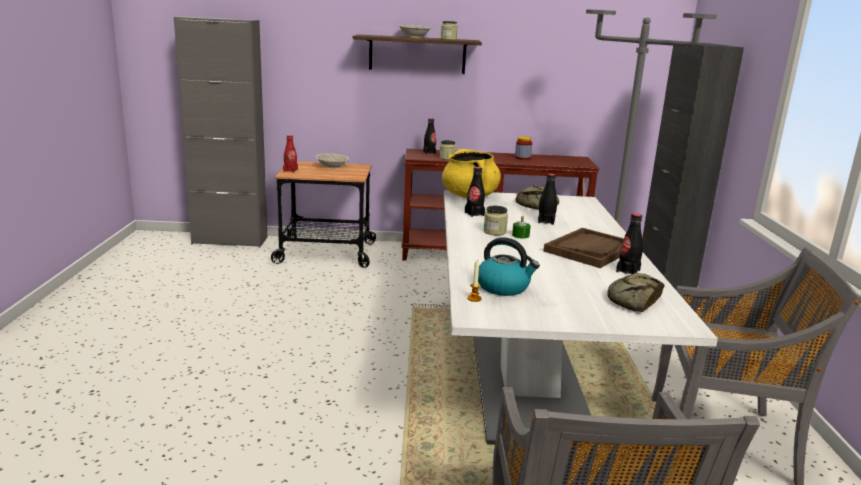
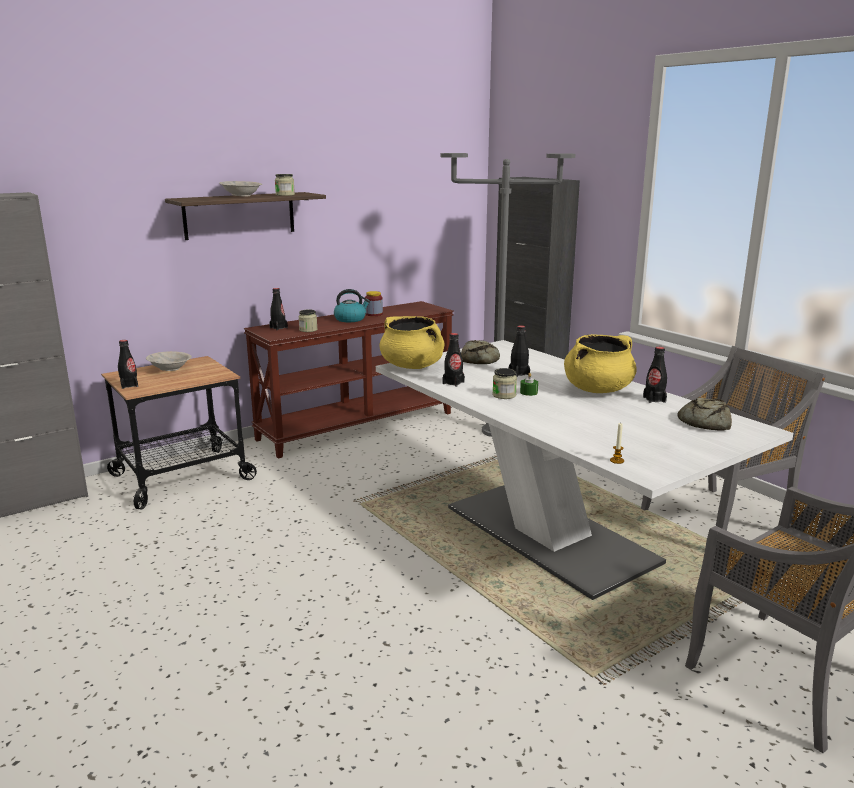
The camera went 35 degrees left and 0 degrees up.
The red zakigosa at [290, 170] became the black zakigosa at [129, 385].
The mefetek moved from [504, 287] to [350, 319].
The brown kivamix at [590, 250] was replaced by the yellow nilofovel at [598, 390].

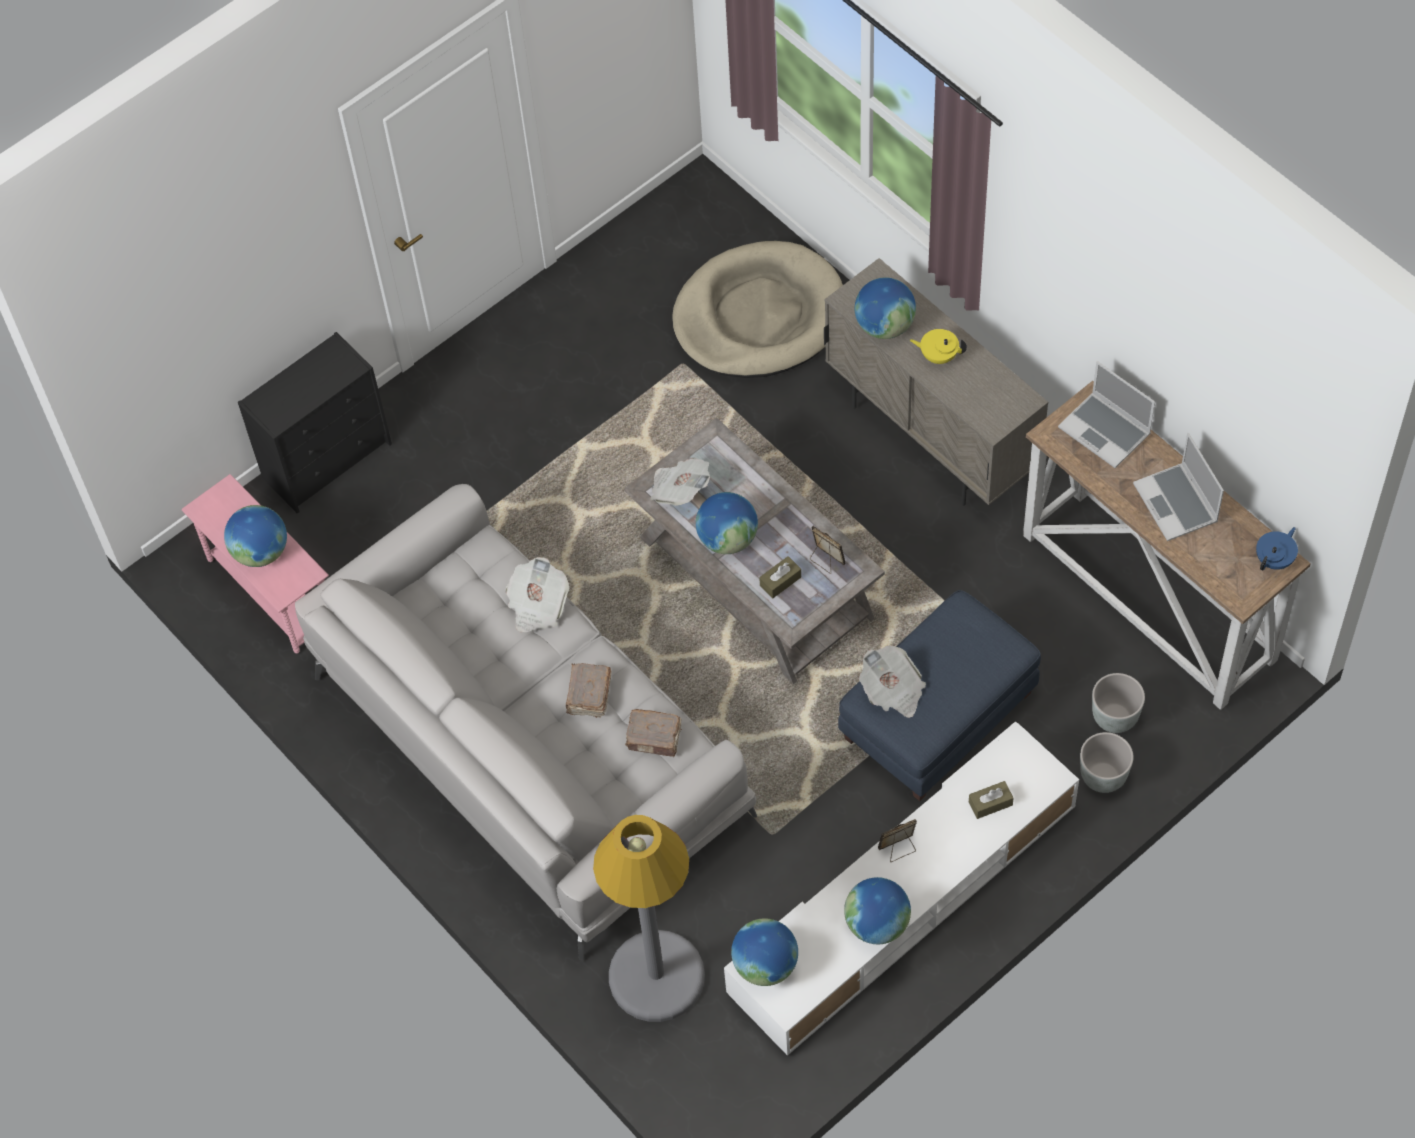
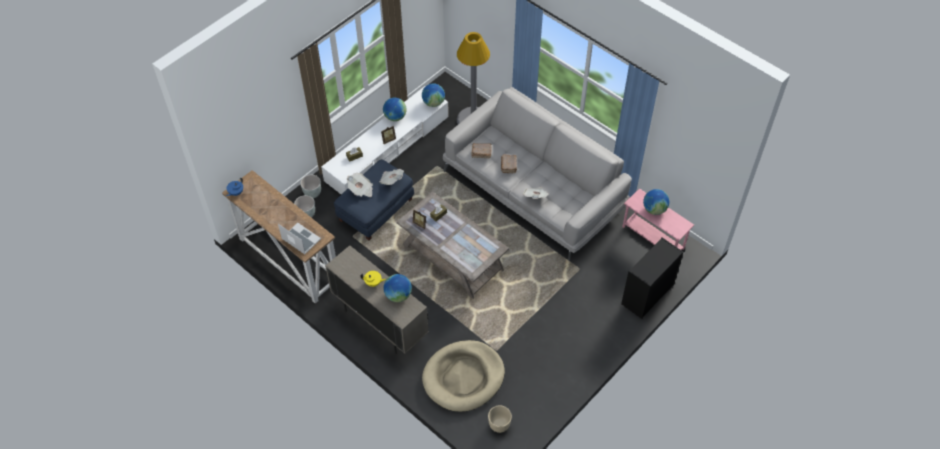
The camera went 170 degrees right and 5 degrees down.
The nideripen moved from [680, 490] to [361, 190].
The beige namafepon at [499, 425] appeared.
The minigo at [727, 538] disappeared.
The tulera at [1177, 504] disappeared.

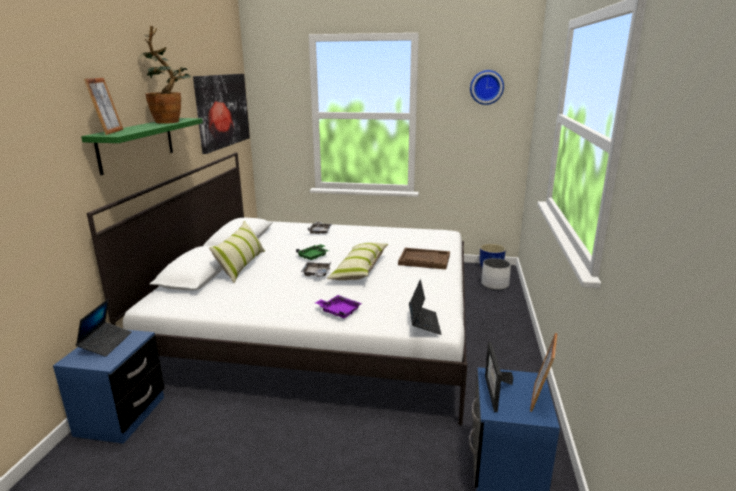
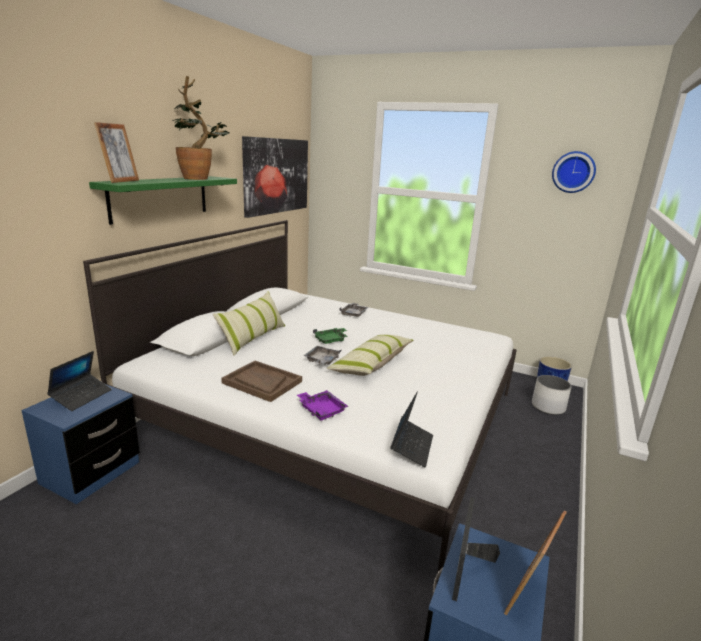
The camera went 15 degrees right and 0 degrees up.
The brown kivamix moved from [424, 260] to [262, 382].

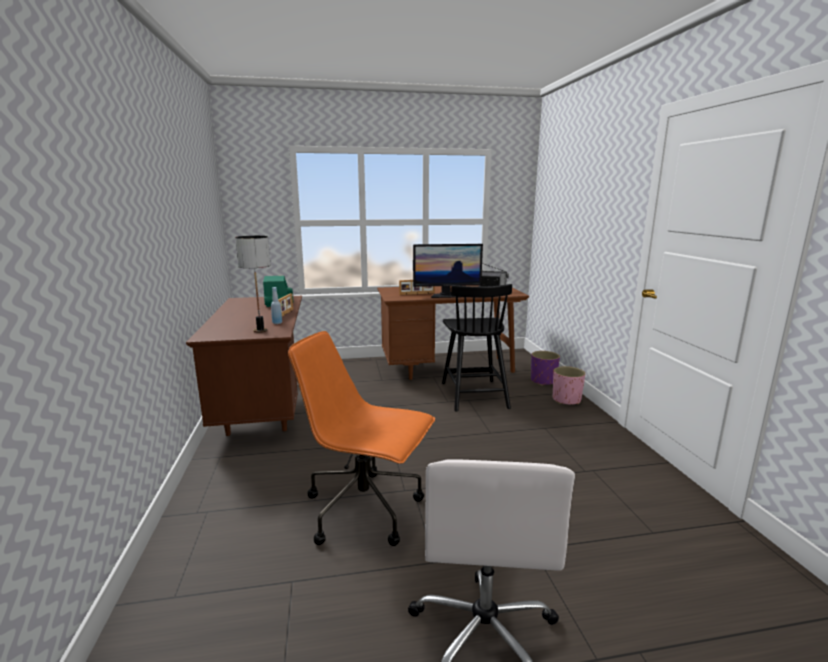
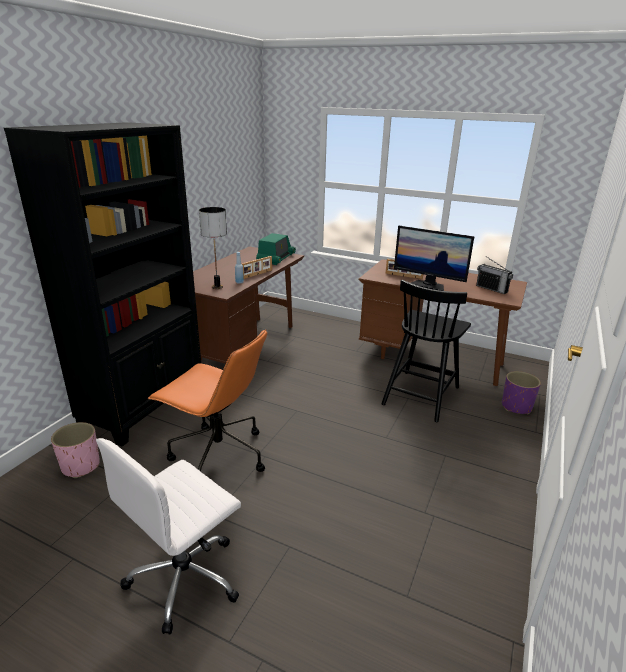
The camera went 35 degrees right and 10 degrees up.
The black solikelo at [145, 406] appeared.
The pink namafepon moved from [566, 400] to [81, 466].
The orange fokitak at [366, 509] turned 150 degrees clockwise.

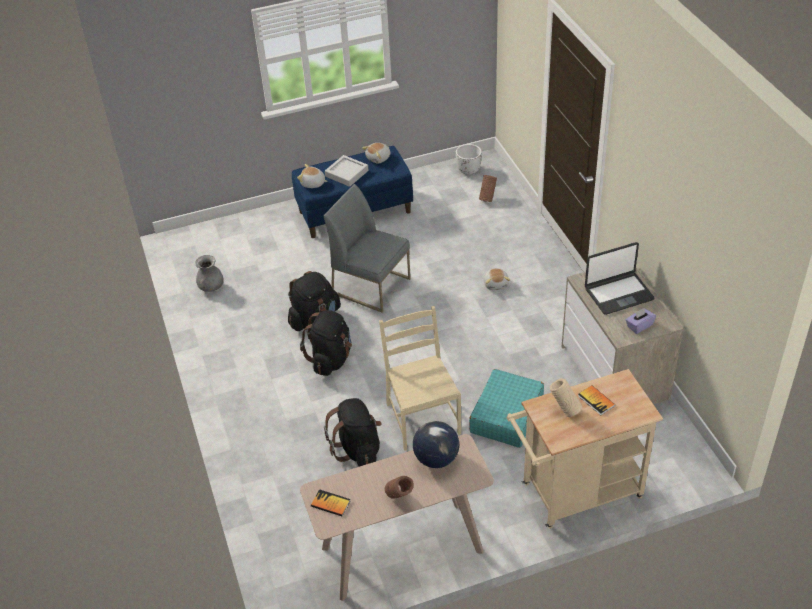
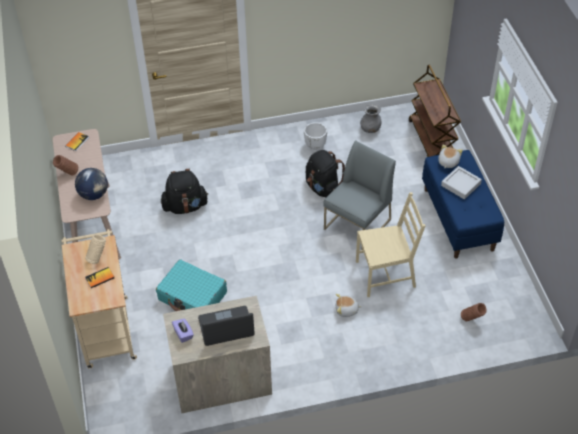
The camera went 95 degrees right and 5 degrees up.
The tulera at [618, 293] turned 90 degrees clockwise.
The white namafepon moved from [468, 171] to [315, 145].
The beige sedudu moved from [421, 418] to [386, 274].
The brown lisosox at [432, 140] appeared.
The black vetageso at [331, 359] disappeared.
The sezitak at [379, 158] disappeared.

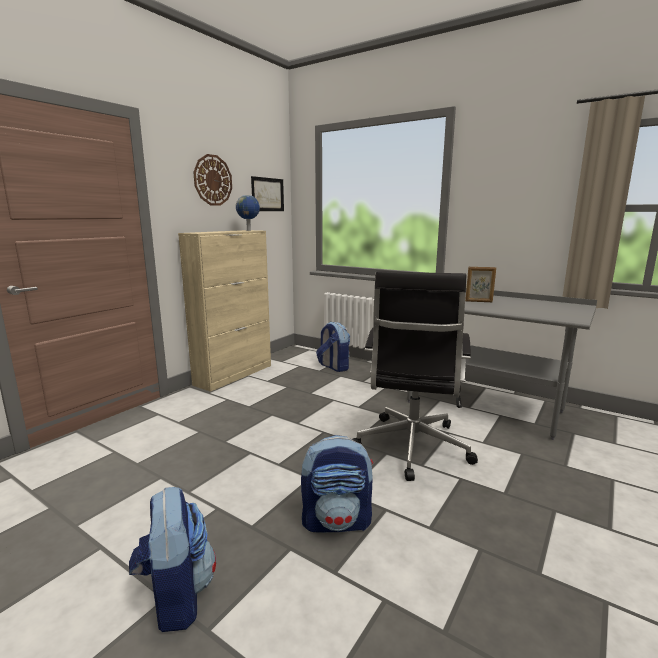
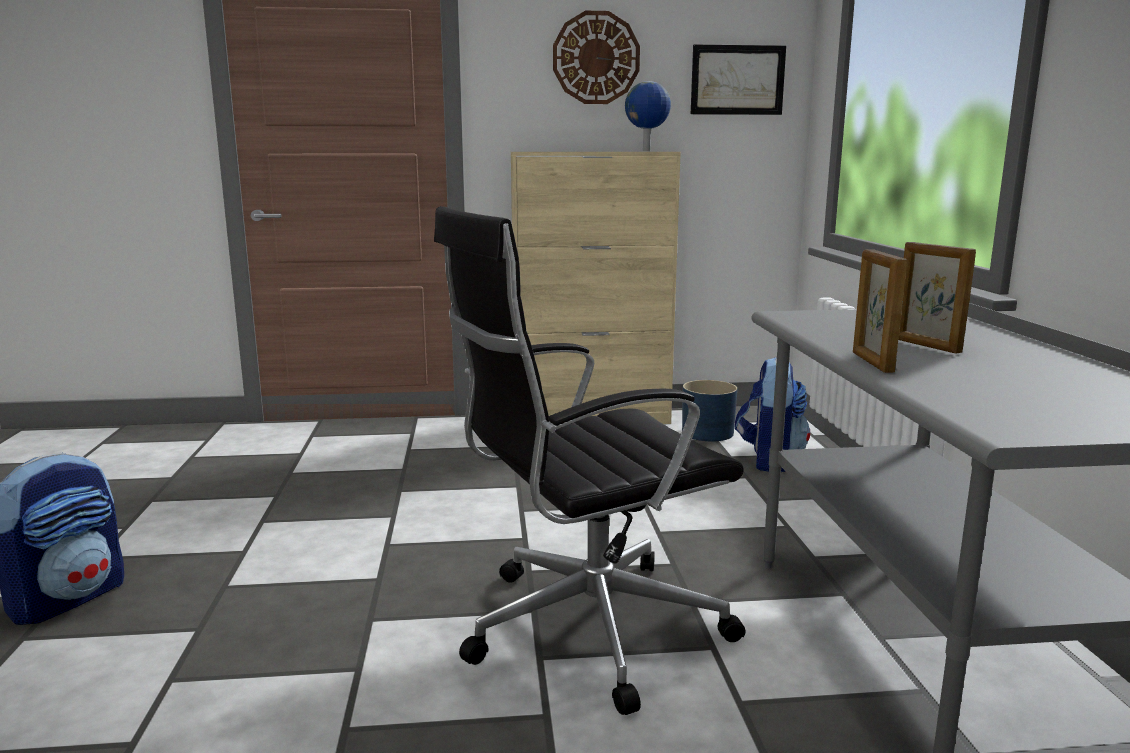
The camera went 50 degrees right and 0 degrees up.
The blue namafepon at [707, 433] appeared.
The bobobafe at [872, 363] appeared.
The vetageso at [337, 521] disappeared.

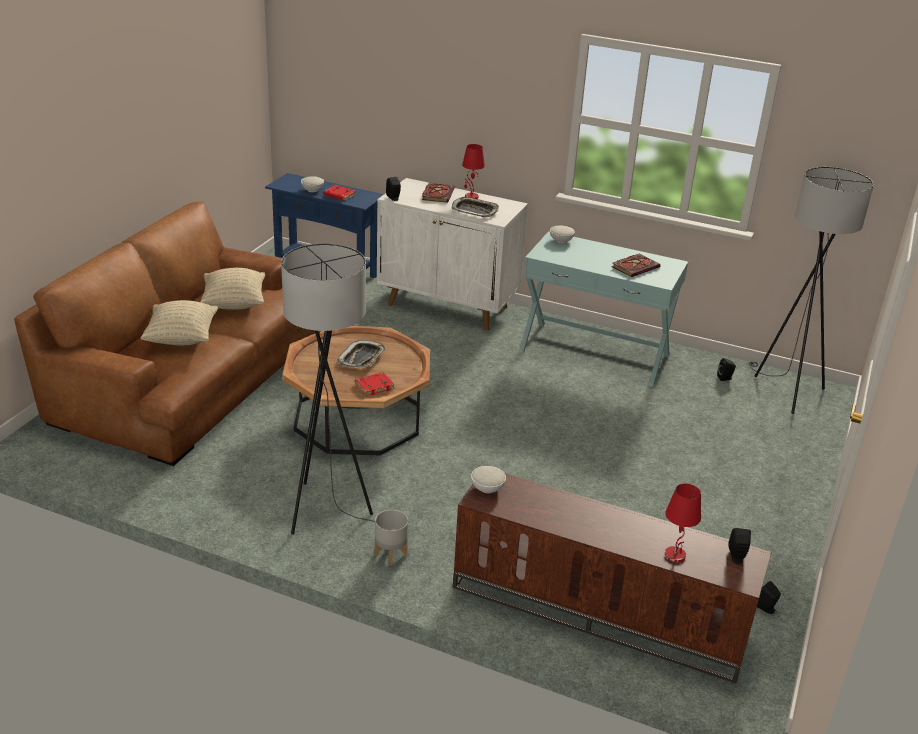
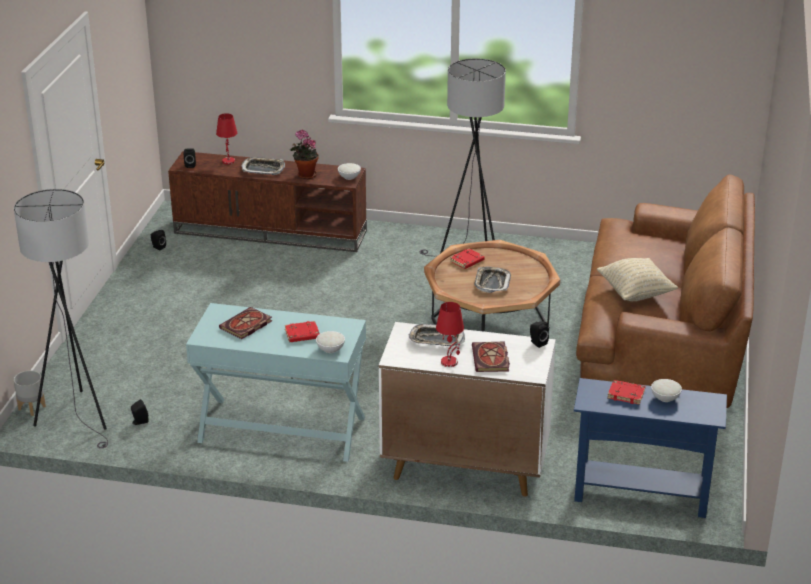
The camera went 170 degrees right and 0 degrees up.
The grey namafepon moved from [391, 554] to [31, 408].
The kivamix at [263, 169] appeared.
The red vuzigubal at [302, 335] appeared.
The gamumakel at [305, 175] appeared.
The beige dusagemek at [182, 339] disappeared.

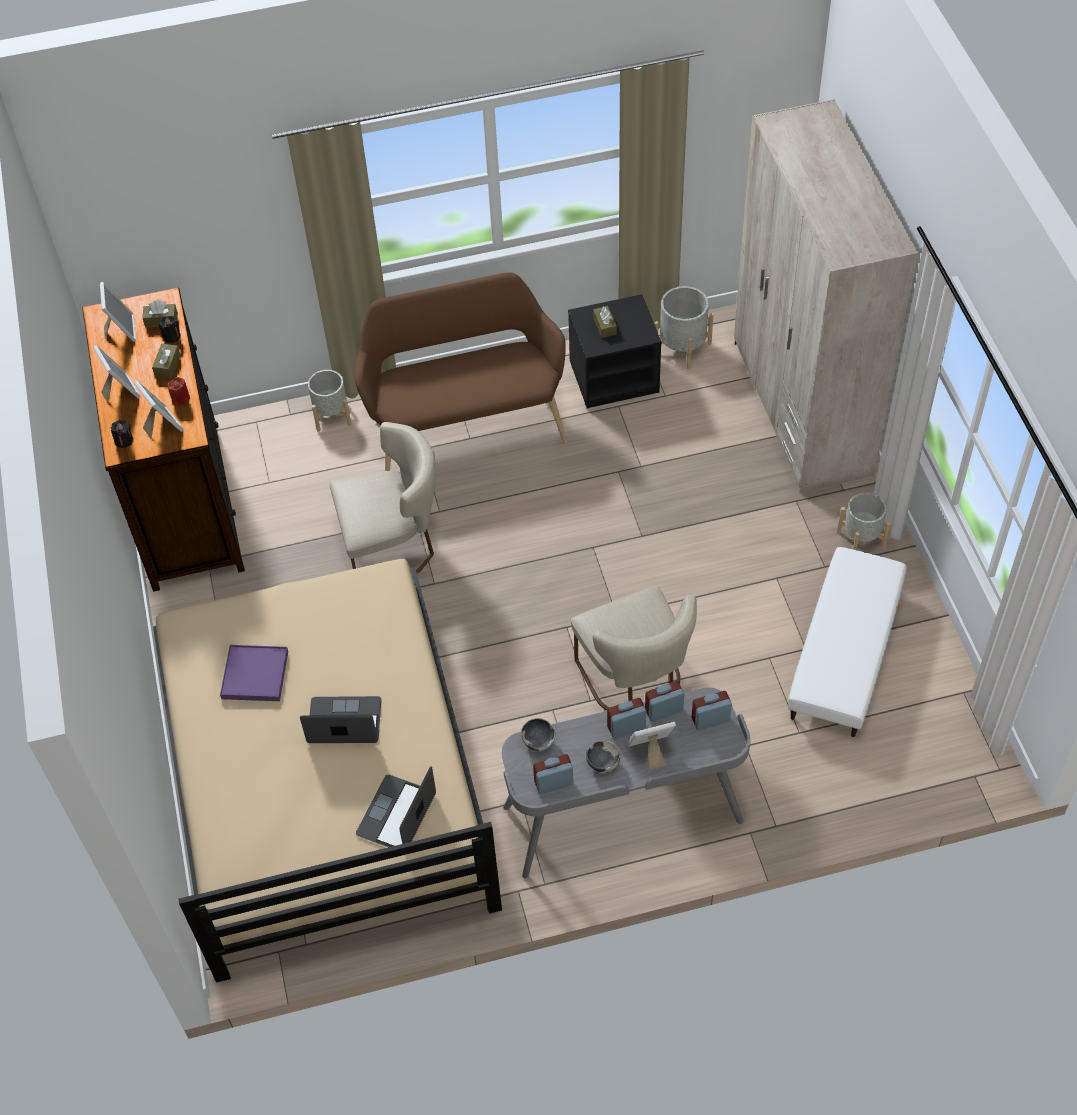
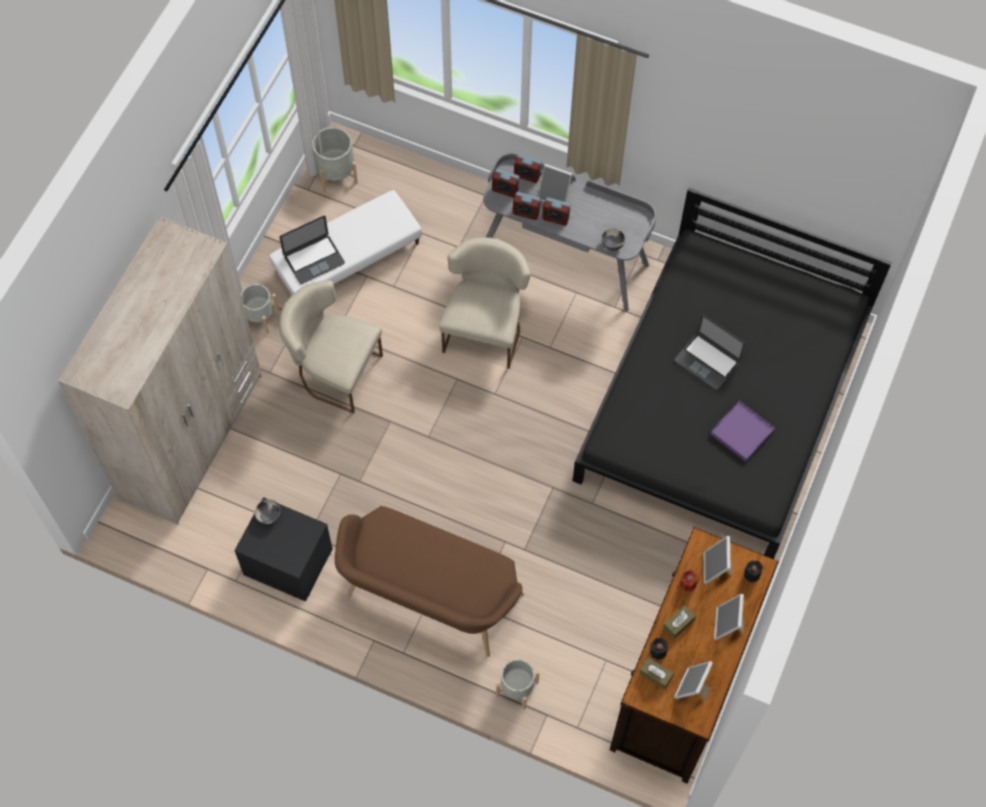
The camera went 145 degrees left and 10 degrees up.
The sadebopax moved from [602, 763] to [269, 516].
The beige sedudu moved from [393, 546] to [334, 371].
The tulera moved from [397, 814] to [314, 259].
The grey namafepon moved from [682, 347] to [336, 173].
The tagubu moved from [553, 783] to [527, 175].
The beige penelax at [324, 780] became the black penelax at [722, 402].
The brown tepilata at [604, 326] disappeared.

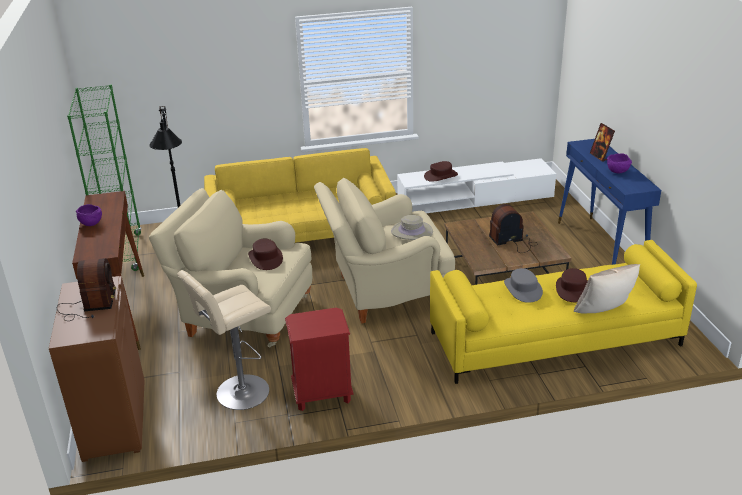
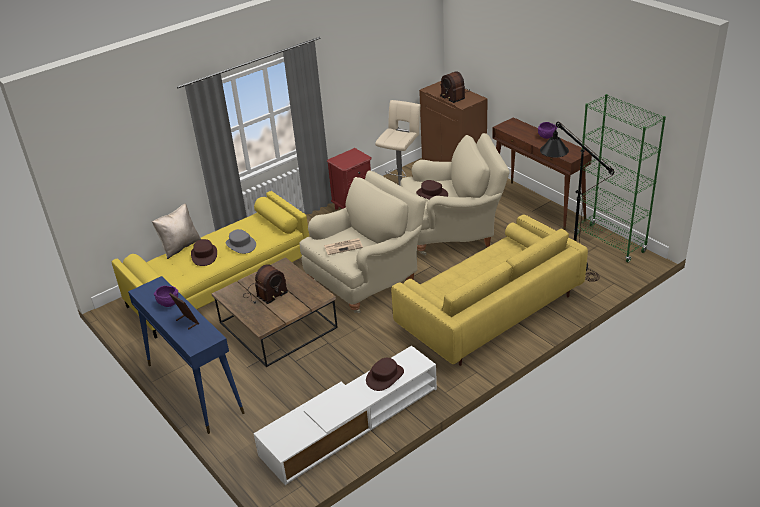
The camera went 155 degrees right and 5 degrees up.
The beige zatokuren at [412, 231] was replaced by the nideripen at [343, 246].

